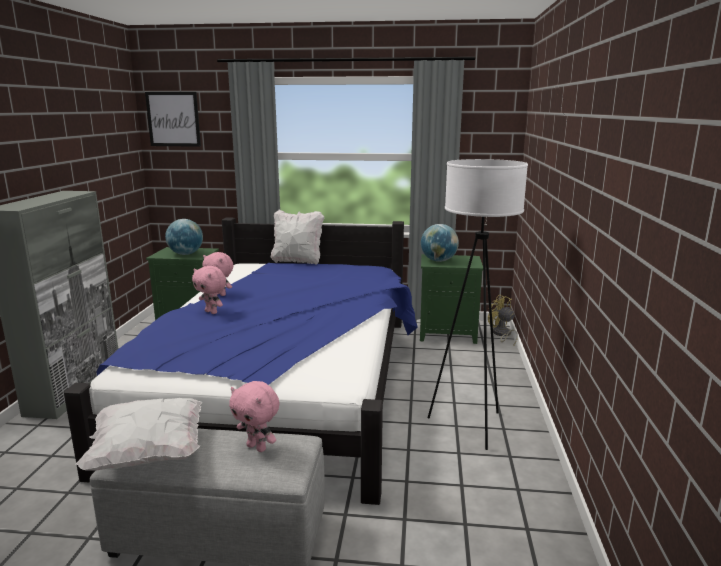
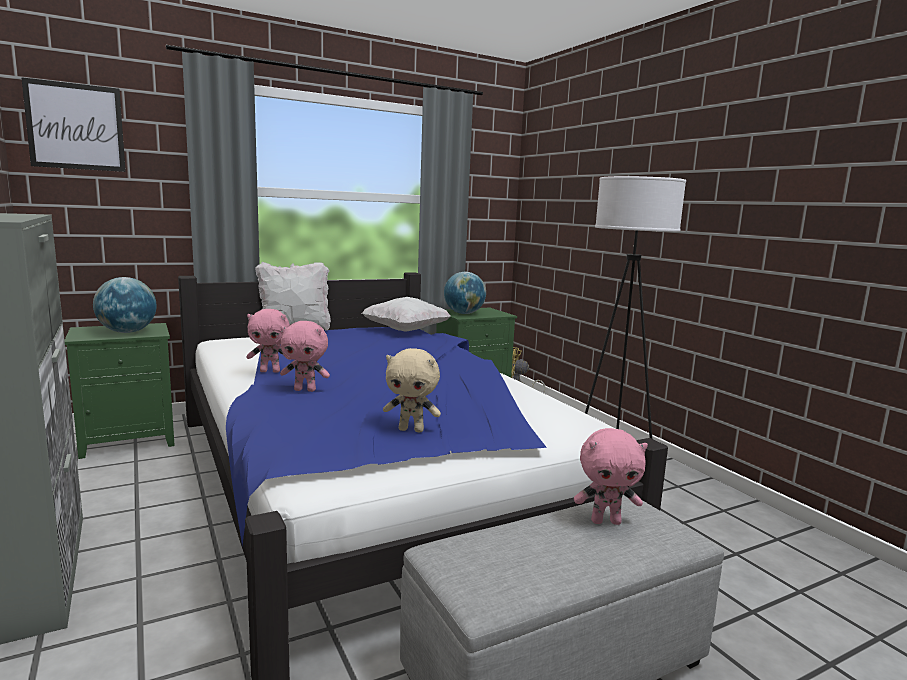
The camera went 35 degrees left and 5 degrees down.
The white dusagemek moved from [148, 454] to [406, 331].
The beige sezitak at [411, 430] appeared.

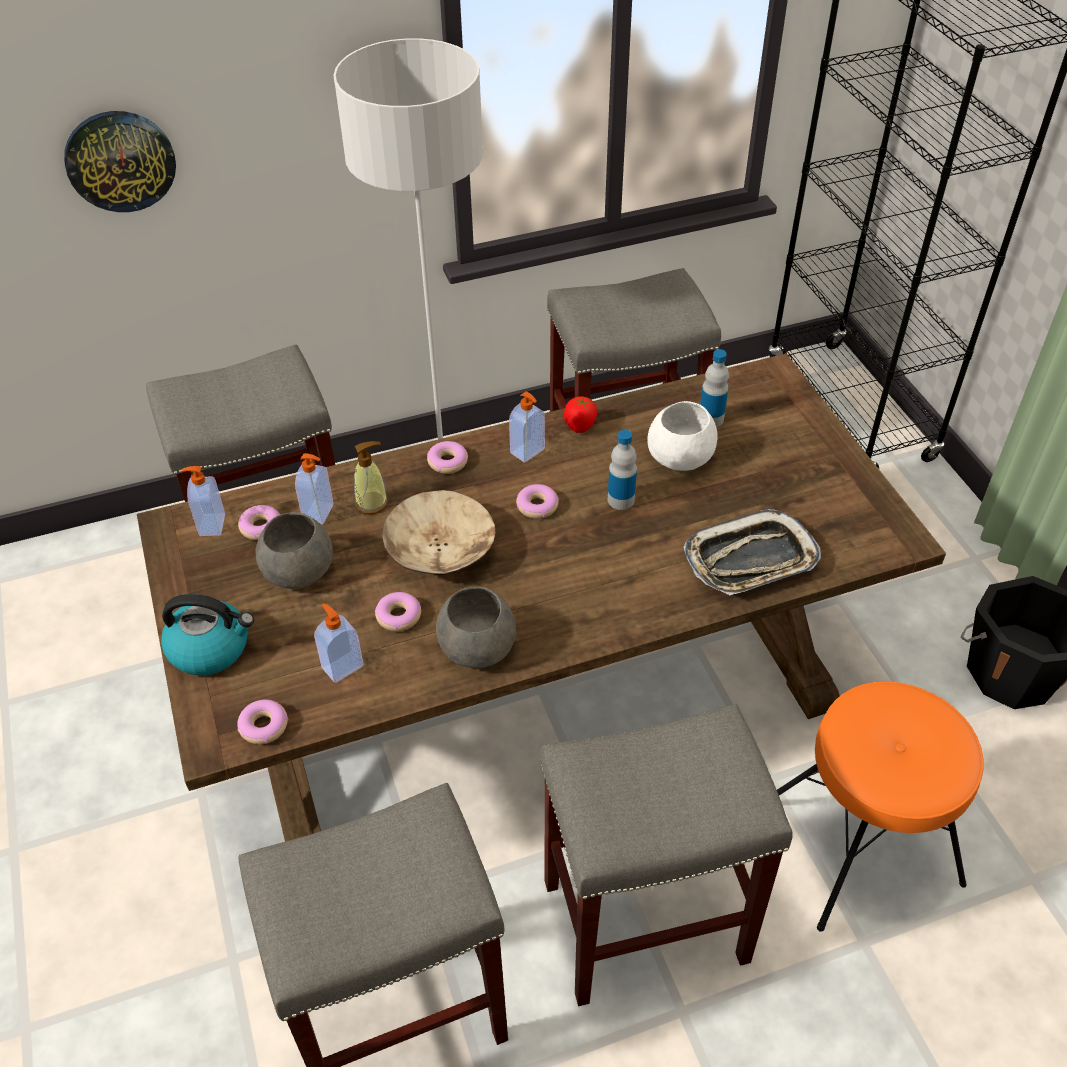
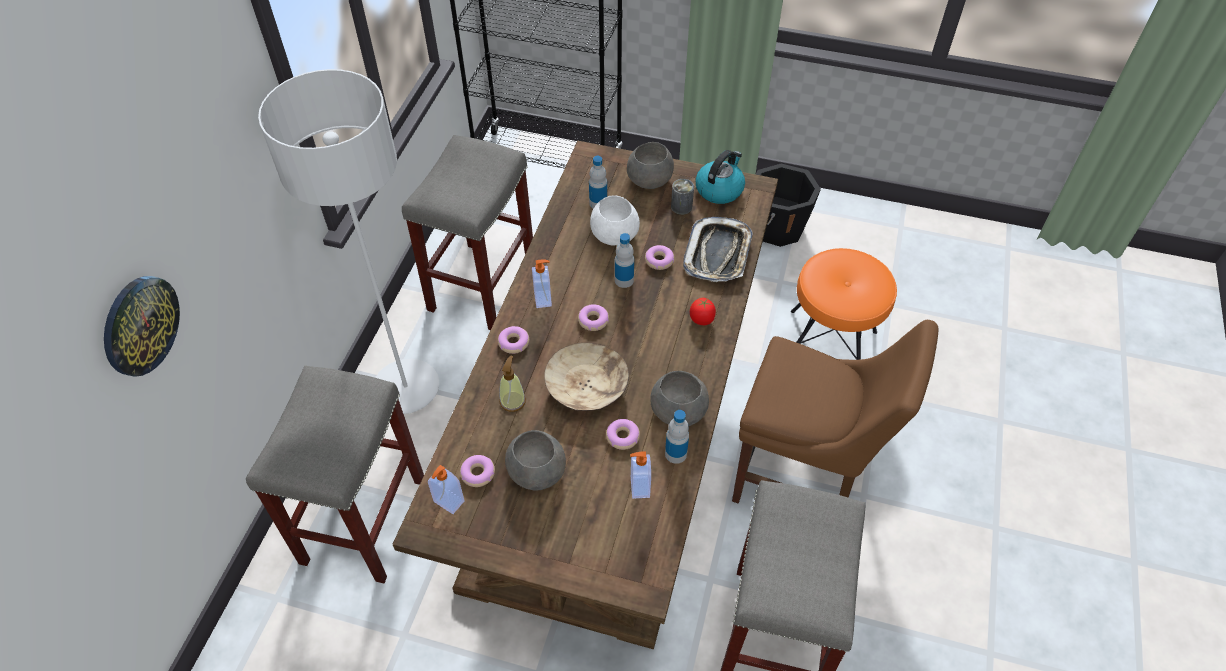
The camera went 55 degrees left and 5 degrees up.
The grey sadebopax at [650, 178] appeared.
The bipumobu moved from [263, 726] to [659, 261].
The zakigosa at [675, 454] appeared.
The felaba at [681, 207] appeared.
The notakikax moved from [580, 426] to [702, 319].
The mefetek moved from [211, 648] to [719, 189].
The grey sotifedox at [642, 923] was replaced by the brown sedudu at [803, 481].
The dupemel at [319, 513] disappeared.

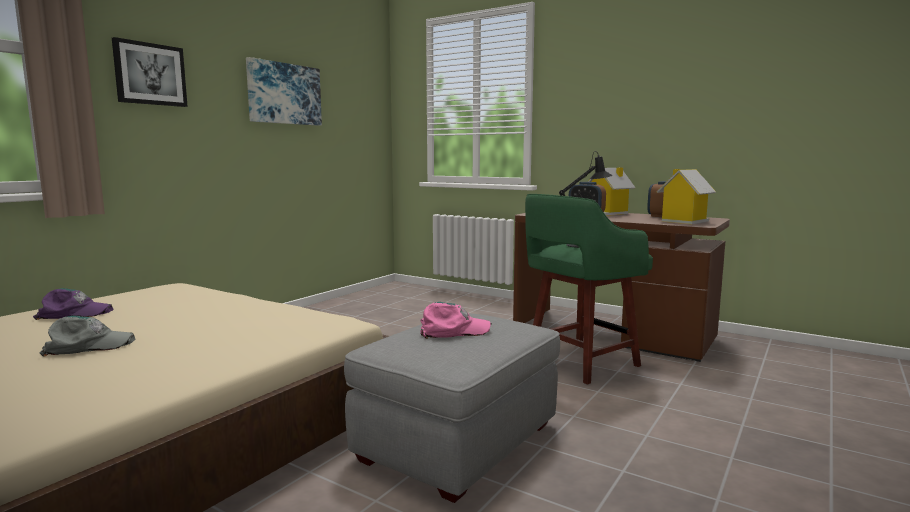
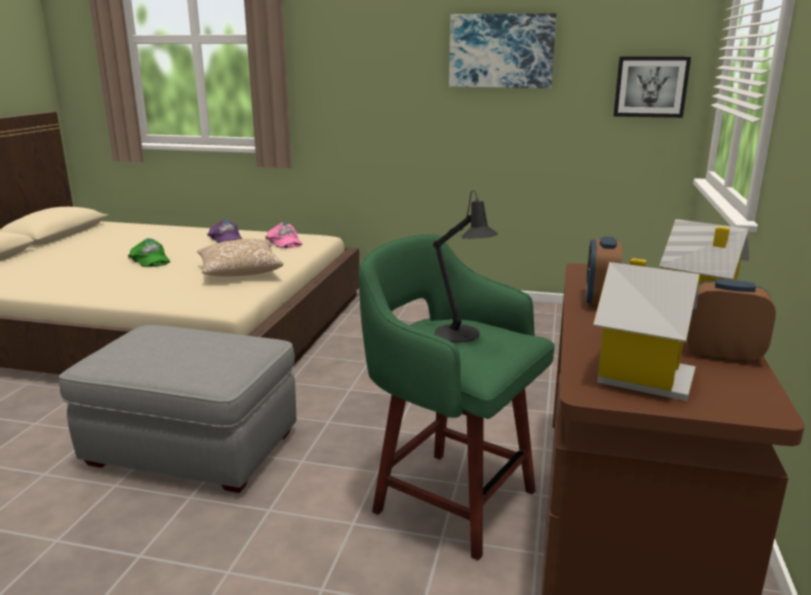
The camera went 70 degrees right and 10 degrees up.
The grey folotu at [89, 345] became the green folotu at [150, 260].
The dusagemek at [240, 272] appeared.
The pink folotu moved from [453, 330] to [284, 242].
The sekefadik moved from [150, 74] to [650, 86].

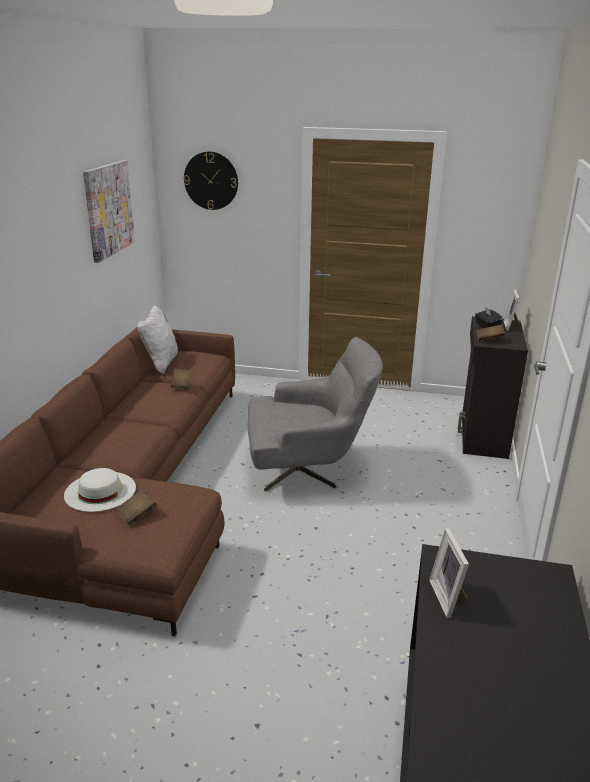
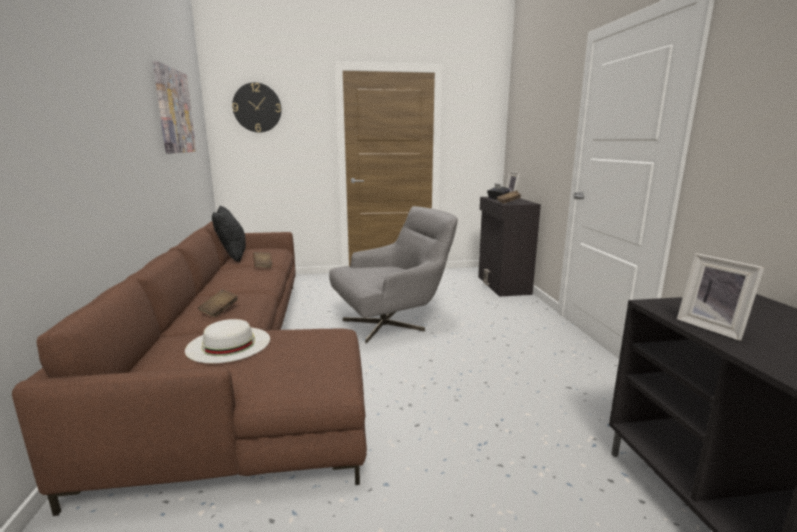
The camera went 20 degrees left and 10 degrees down.
The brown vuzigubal moved from [137, 514] to [219, 311].
The white dusagemek at [160, 364] became the black dusagemek at [232, 258].

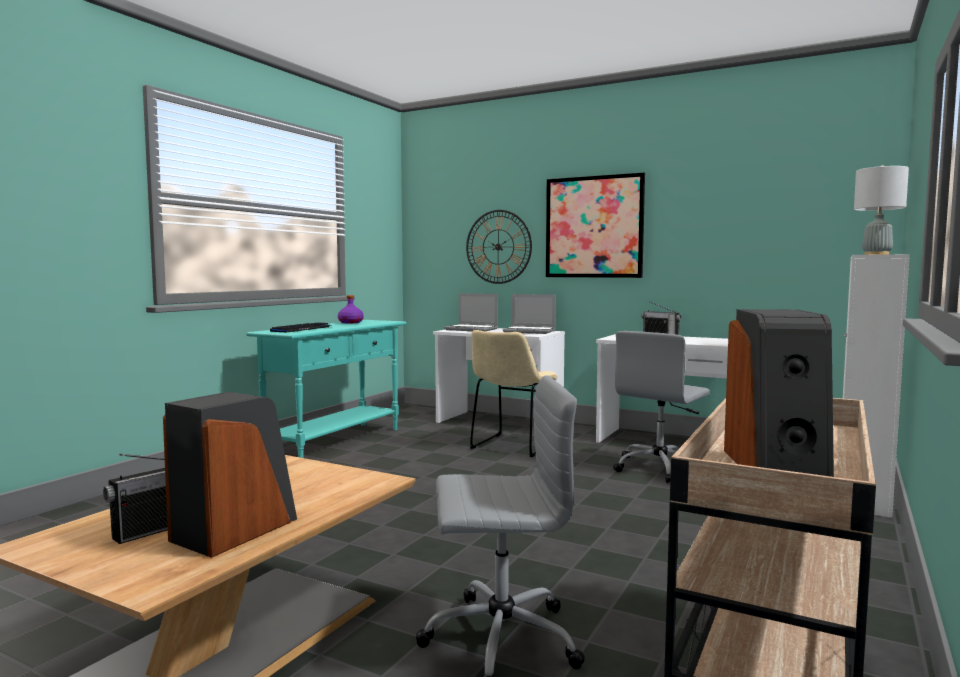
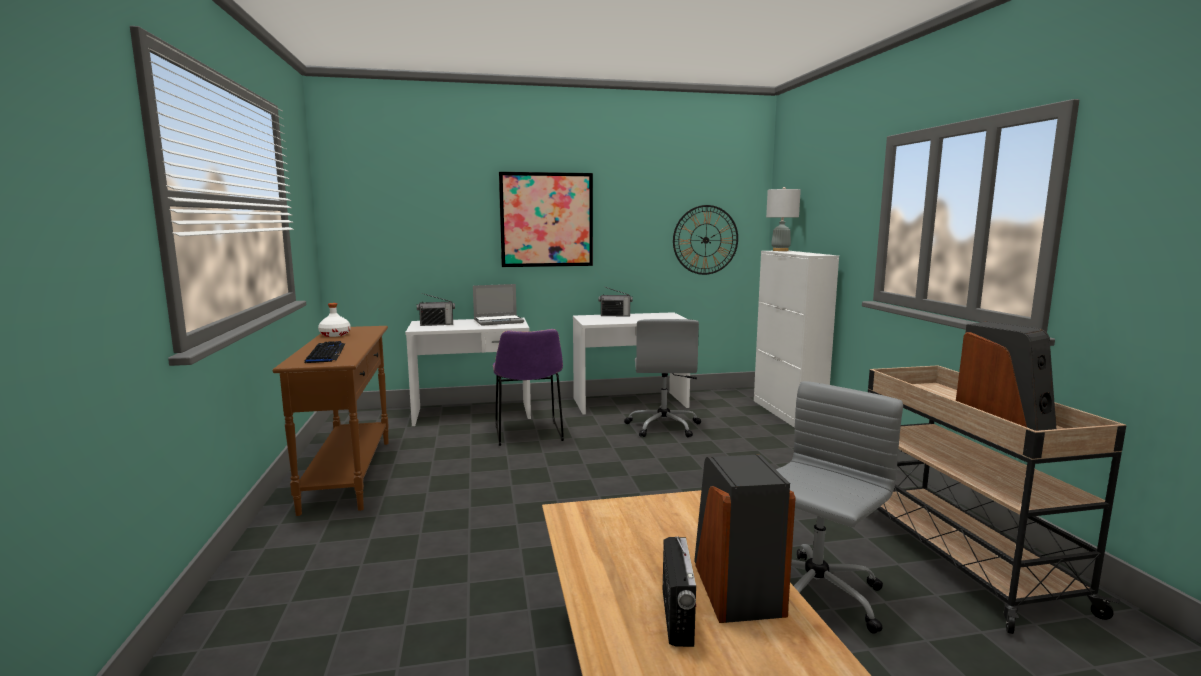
The camera went 40 degrees left and 5 degrees up.
The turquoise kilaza at [336, 442] became the brown kilaza at [349, 474].
The purple zakigosa at [351, 322] became the white zakigosa at [335, 334].
The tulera at [472, 329] was replaced by the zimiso at [436, 324].
The beige sedudu at [512, 446] became the purple sedudu at [528, 435].
The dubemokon moved from [498, 247] to [705, 240].

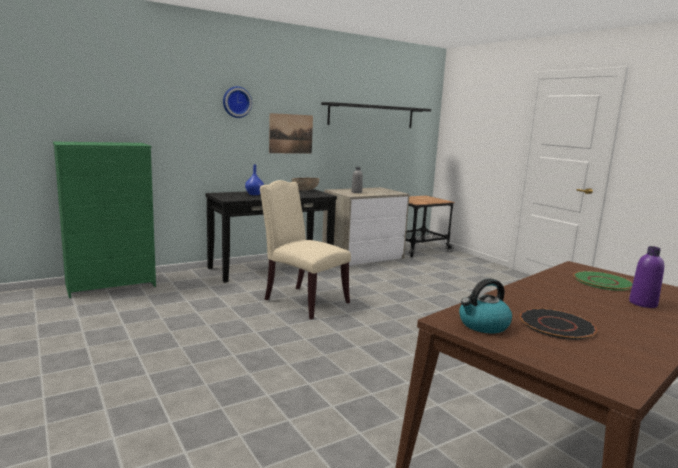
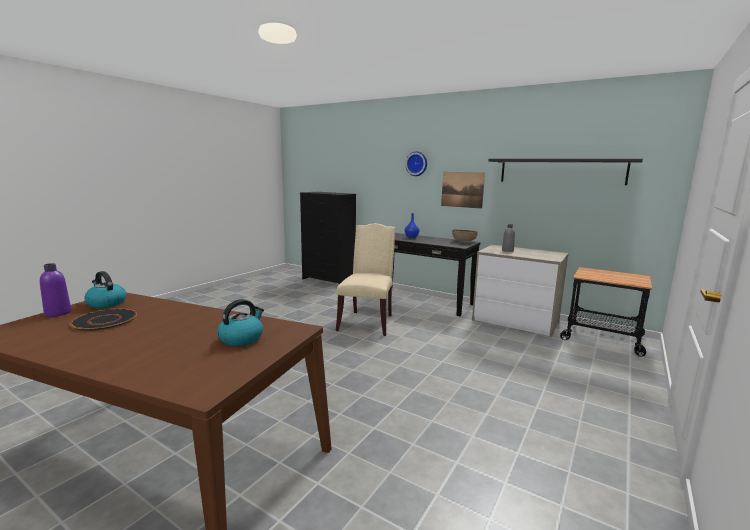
The camera went 65 degrees right and 0 degrees up.
The purple zakigosa moved from [643, 303] to [58, 313].
The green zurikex at [602, 282] was replaced by the mefetek at [242, 338].
The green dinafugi at [112, 285] became the black dinafugi at [329, 280].

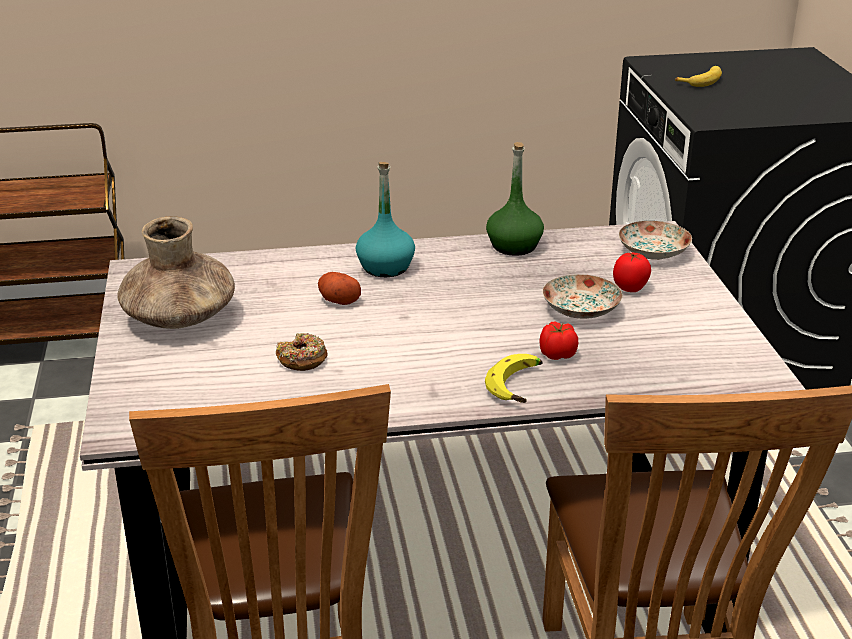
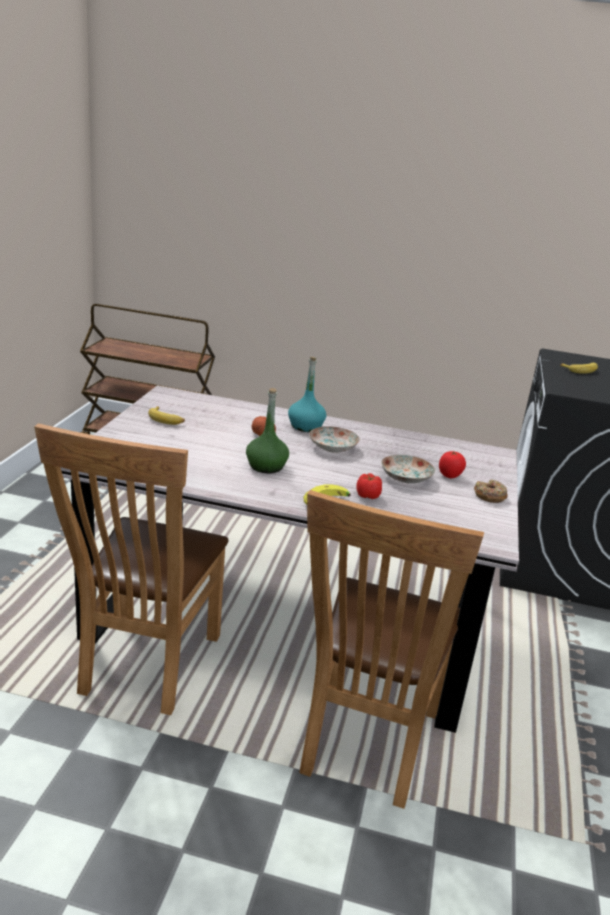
The camera went 20 degrees right and 5 degrees down.
The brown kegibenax at [180, 318] was replaced by the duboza at [166, 419].
The green zakigosa moved from [514, 246] to [266, 466].
The zurikex moved from [653, 252] to [333, 447].
The bipumobu moved from [302, 359] to [489, 496].

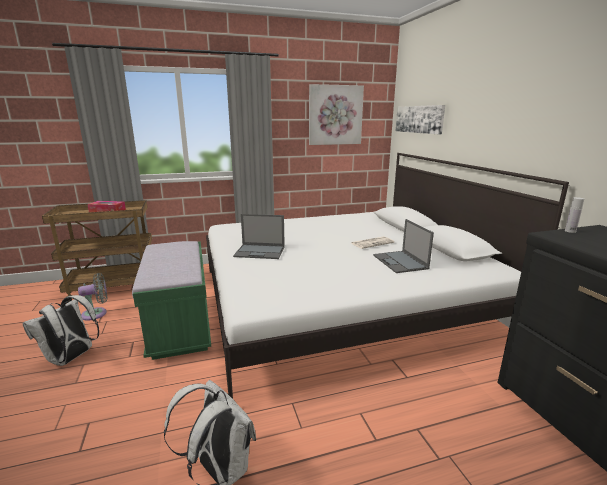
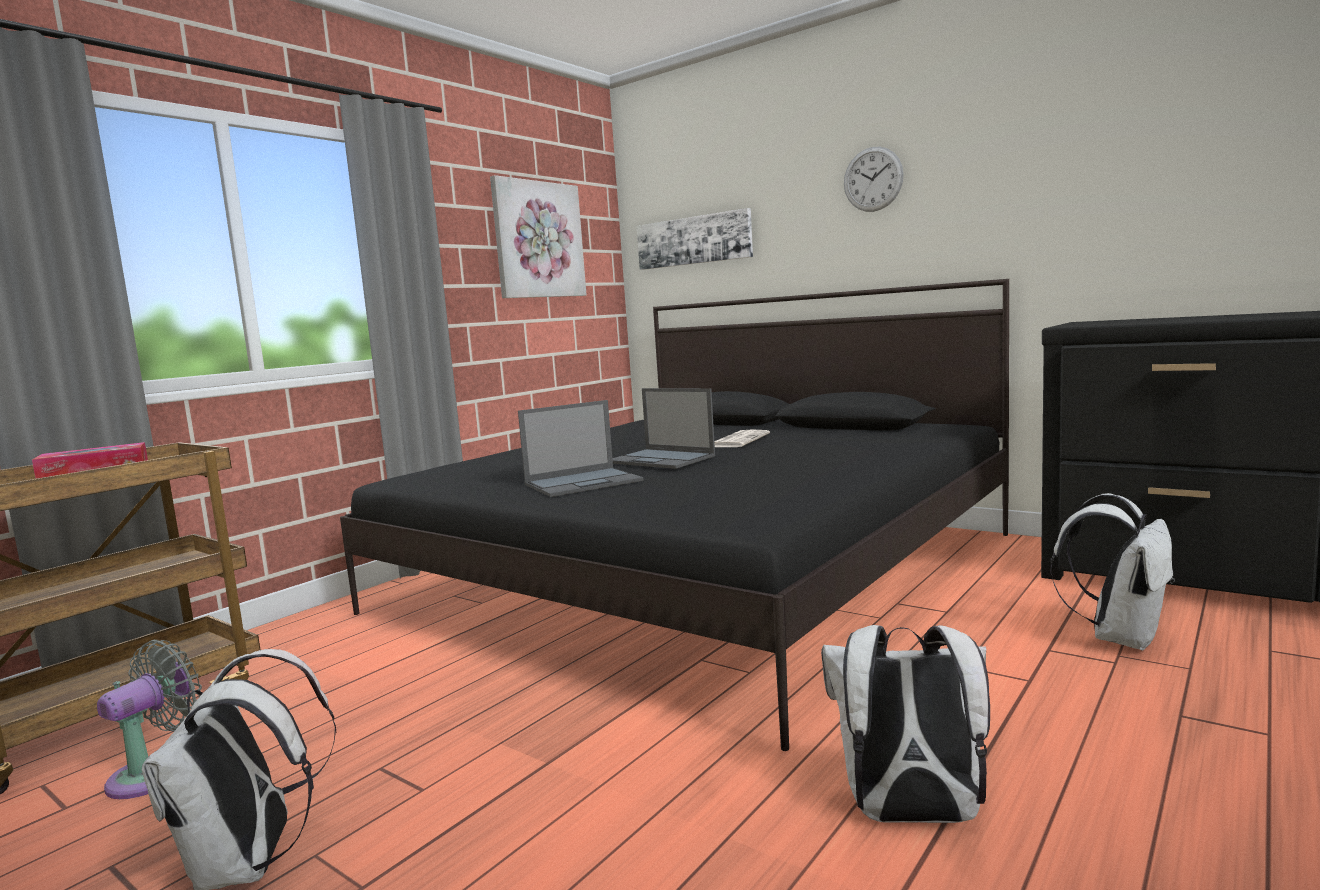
The camera went 35 degrees left and 10 degrees down.
The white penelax at [340, 301] became the black penelax at [703, 571].
The tulera moved from [400, 262] to [662, 459].
The dubemokon at [873, 179] appeared.
The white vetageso at [1119, 637] appeared.
The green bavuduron at [180, 325] disappeared.
The white zakigosa at [570, 231] disappeared.

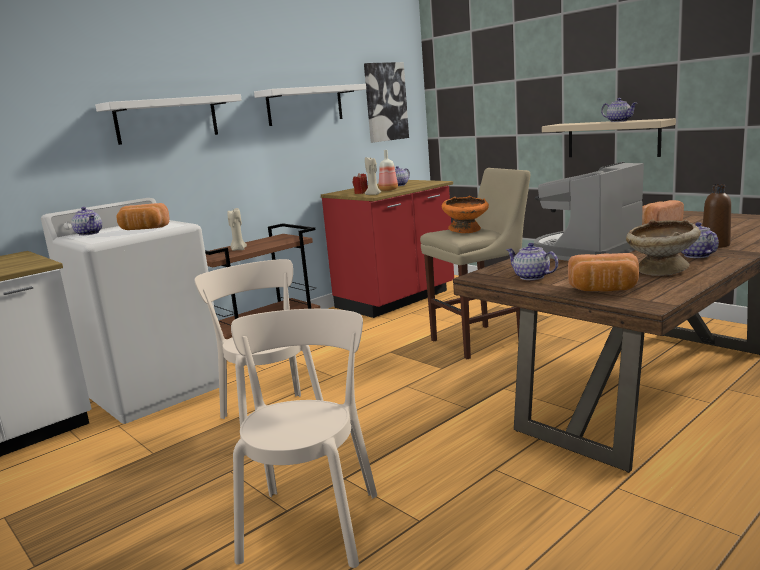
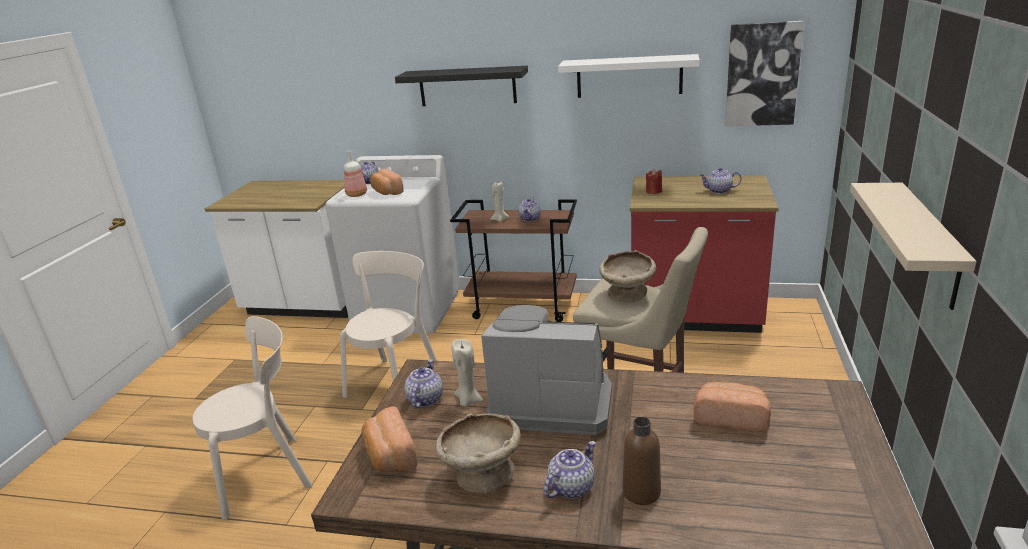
The camera went 55 degrees right and 10 degrees up.
The zakigosa moved from [388, 190] to [356, 195].
The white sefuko at [167, 119] became the black sefuko at [467, 86].
The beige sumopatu moved from [373, 194] to [468, 401].
The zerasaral moved from [619, 121] to [530, 219].
The orange sadebopax at [466, 230] became the beige sadebopax at [628, 295].

